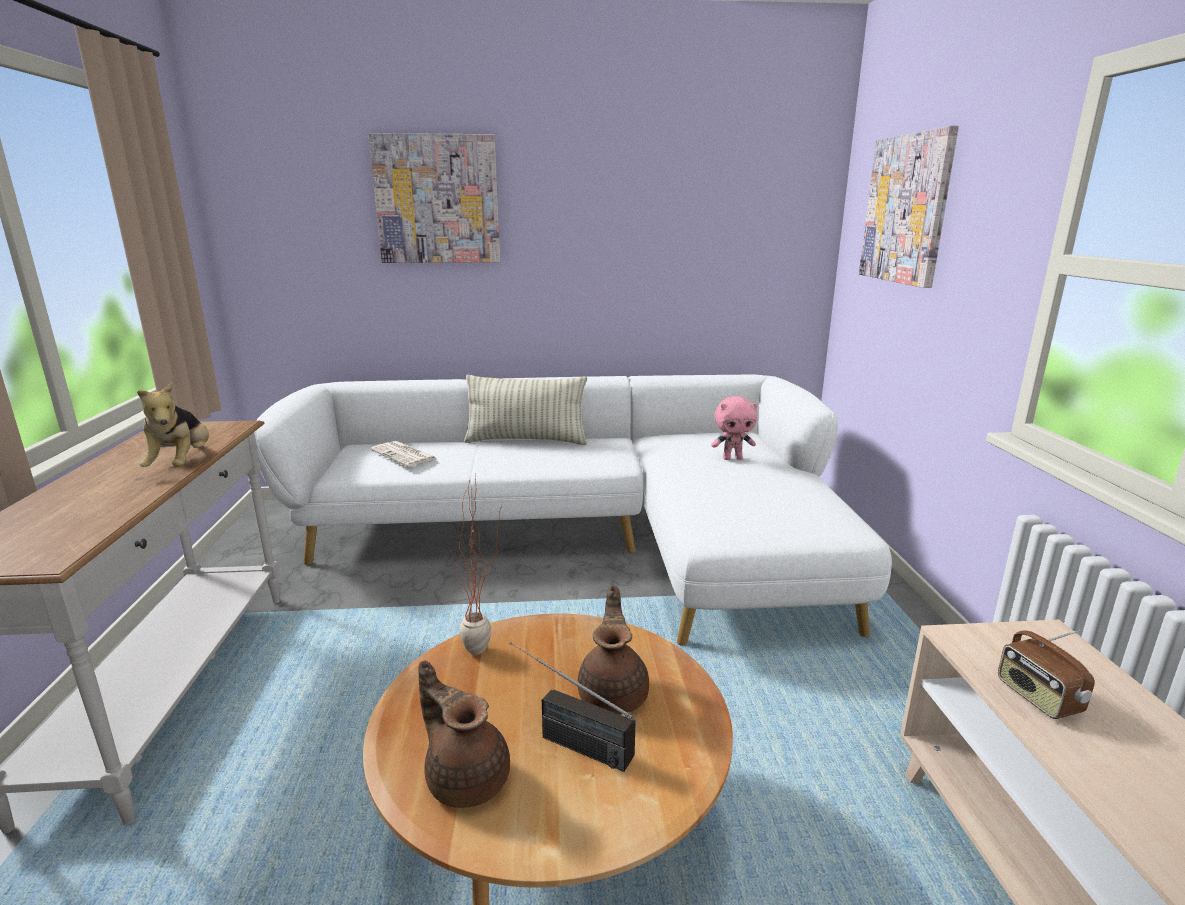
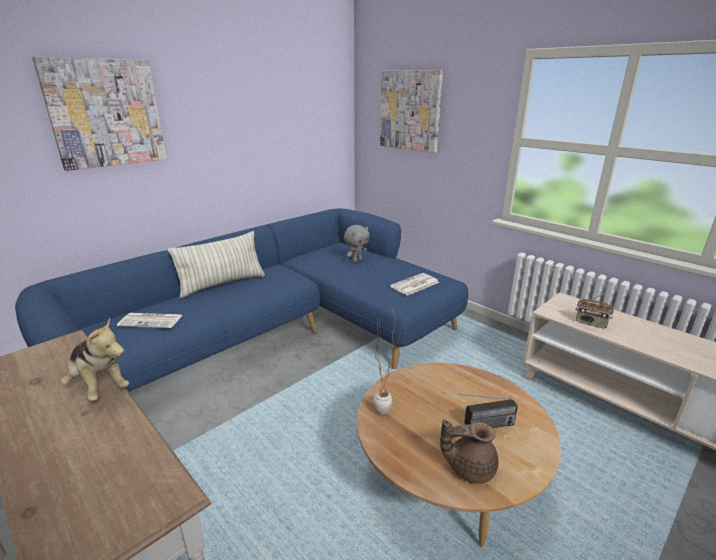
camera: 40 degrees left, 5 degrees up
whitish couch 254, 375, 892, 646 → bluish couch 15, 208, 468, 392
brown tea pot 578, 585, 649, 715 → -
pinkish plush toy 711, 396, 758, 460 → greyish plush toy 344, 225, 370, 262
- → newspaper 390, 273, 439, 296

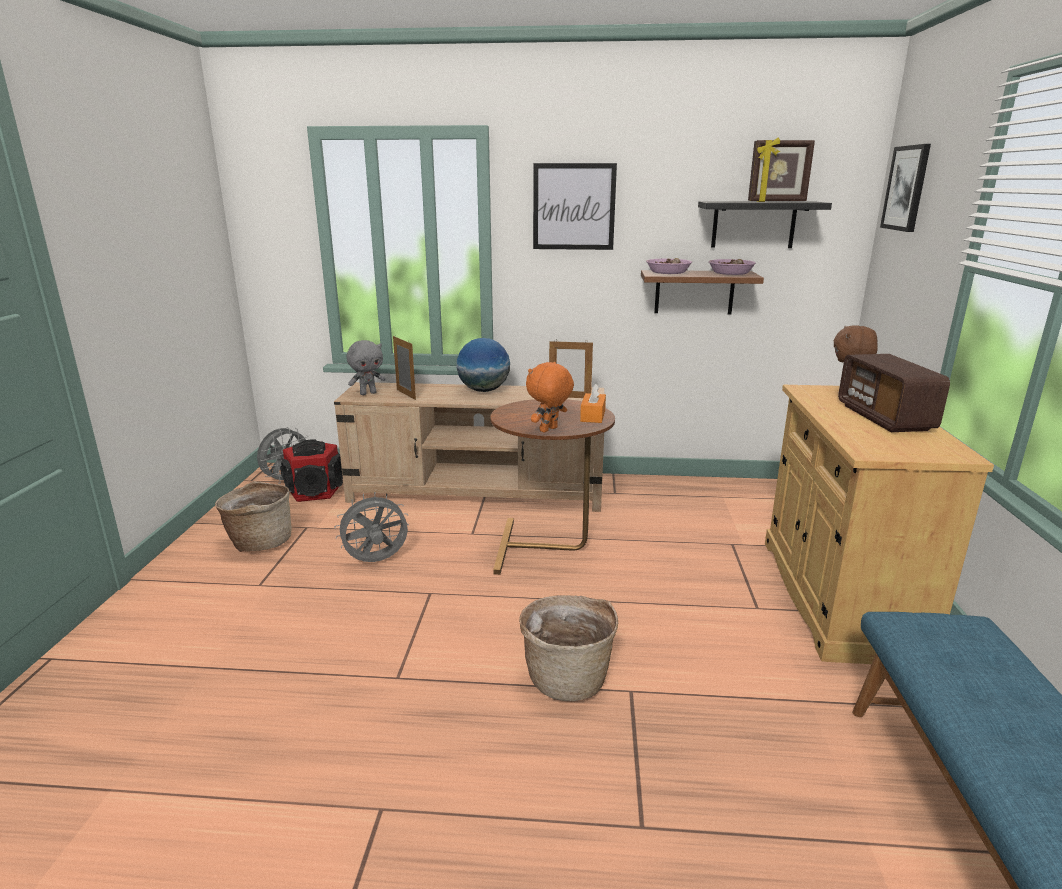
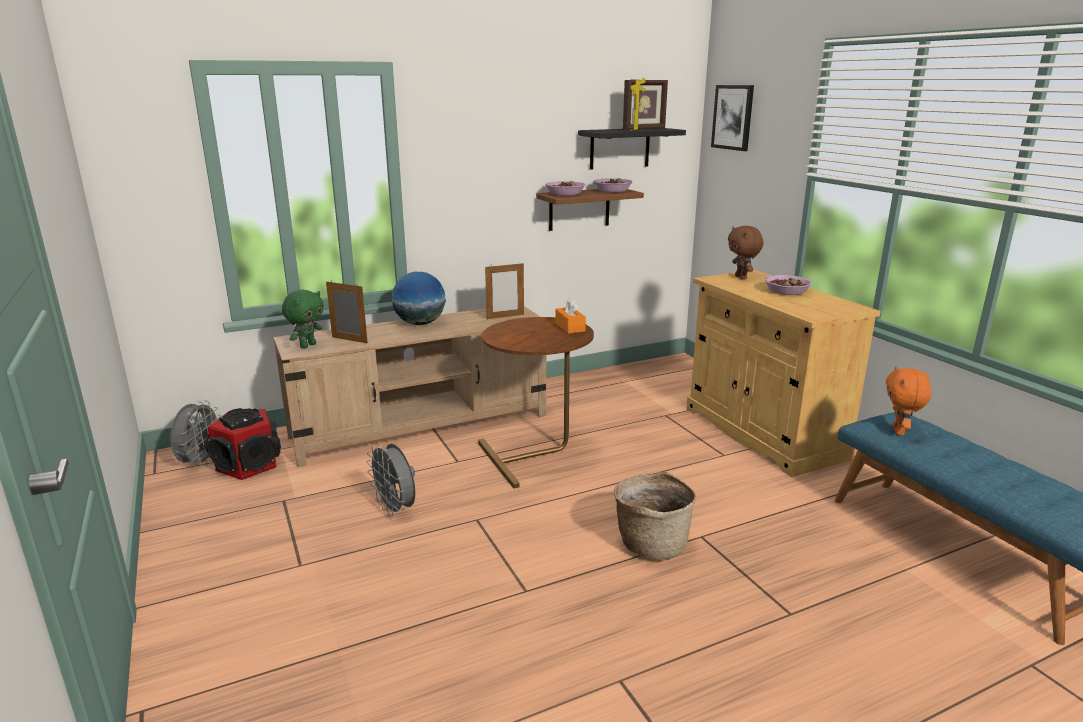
camera: 30 degrees left, 0 degrees up
storage basket 215, 481, 291, 552 → -
greyish electric fan 334, 492, 409, 562 → greyish electric fan 366, 443, 416, 517, 75 degrees counterclockwise
greyish plush toy 347, 340, 386, 395 → green-coloured plush toy 282, 290, 324, 349
orangey plush toy 526, 362, 574, 433 → orangey plush toy 886, 366, 931, 436, move
wall picture 533, 163, 617, 250 → -
radio set 838, 354, 950, 432 → bowl 765, 275, 812, 295

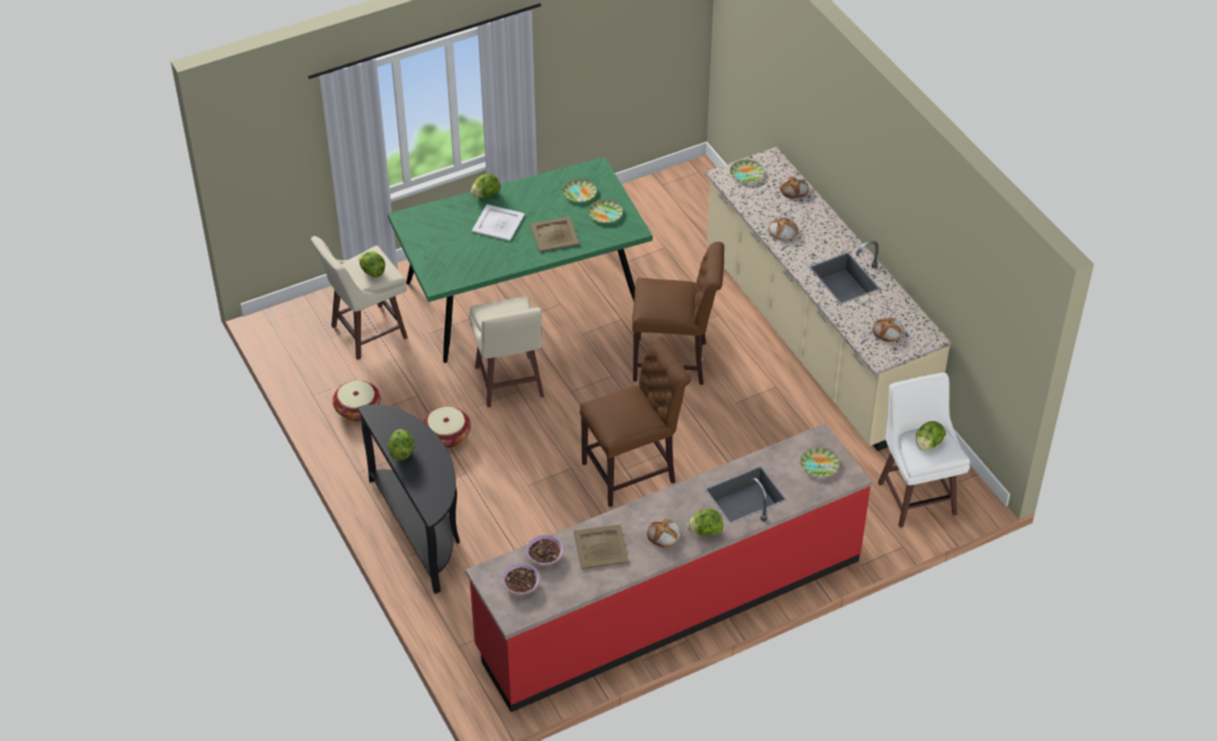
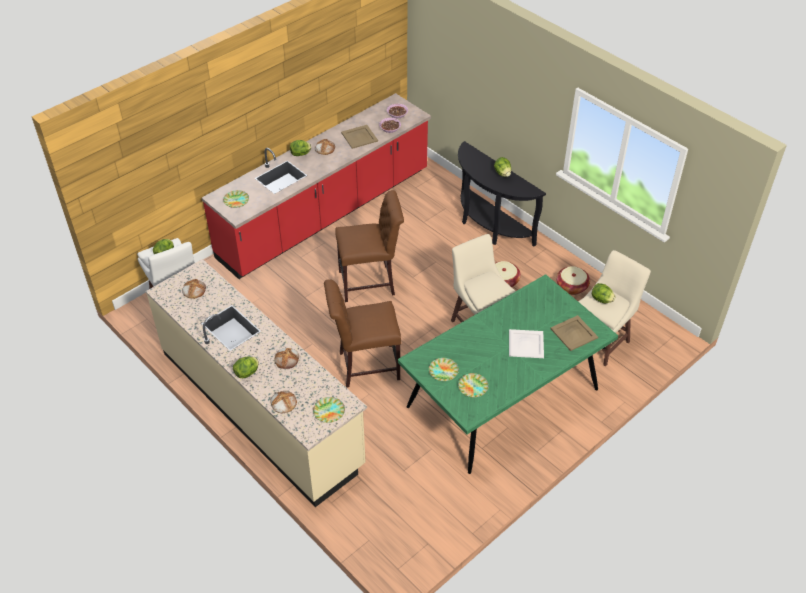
camera: 165 degrees right, 0 degrees up
lettuce head 471, 174, 501, 198 → lettuce head 233, 356, 259, 378, move
sand-coloured tray 530, 216, 580, 252 → sand-coloured tray 550, 315, 598, 351, move
brown upright chair 580, 337, 691, 507 → brown upright chair 335, 190, 404, 302, 150 degrees counterclockwise

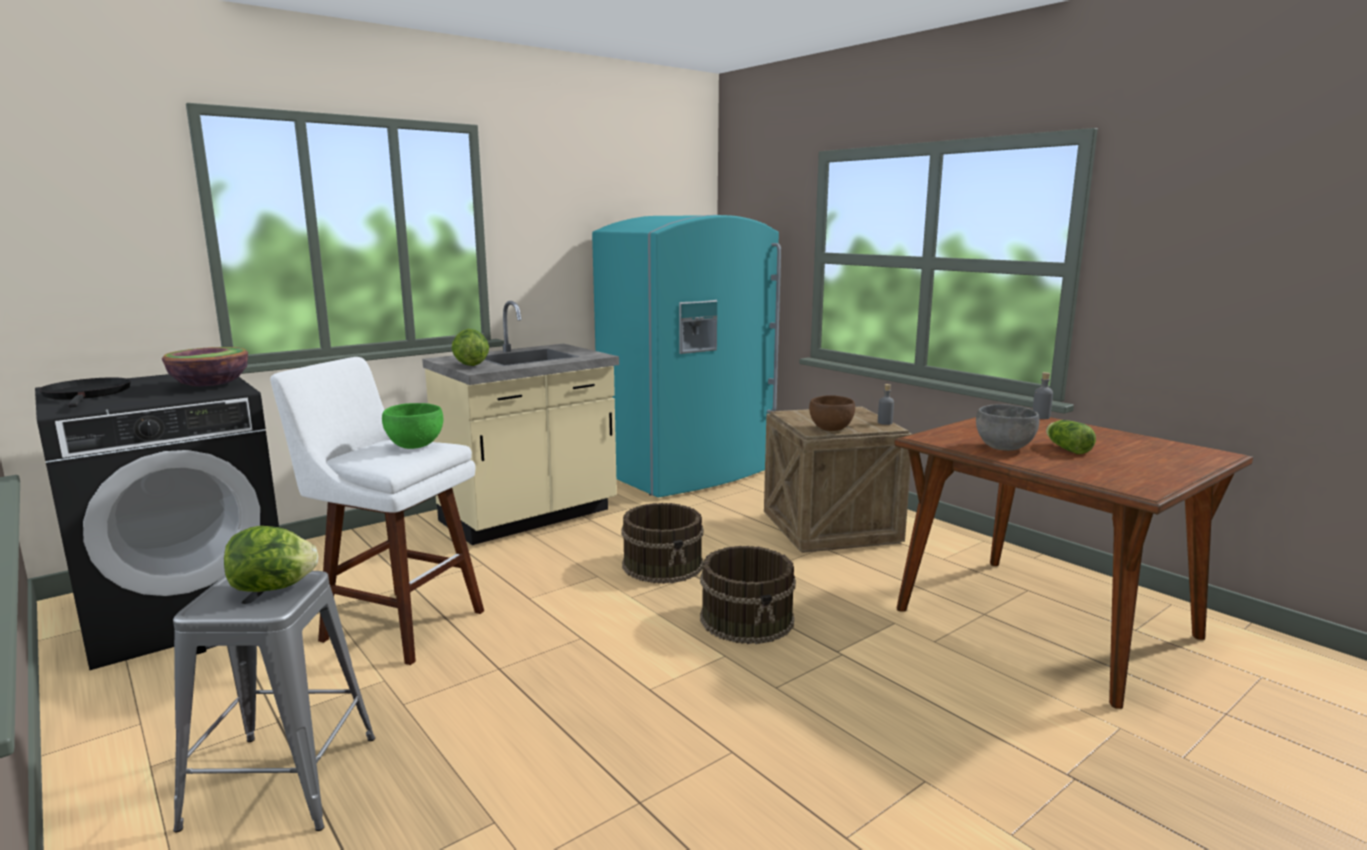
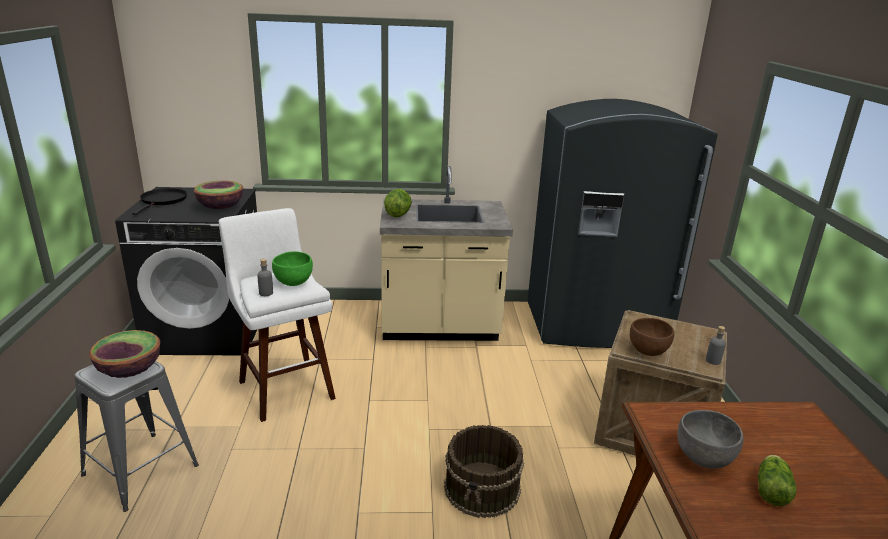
camera: 35 degrees right, 10 degrees up
lettuce head 224, 526, 318, 592 → bowl 89, 330, 160, 378
turquoise-coloured fridge 592, 215, 781, 497 → greyish fridge 528, 99, 718, 348
brown pail 621, 503, 704, 584 → -
greyish bottle 1032, 372, 1053, 419 → greyish bottle 257, 259, 273, 296, move

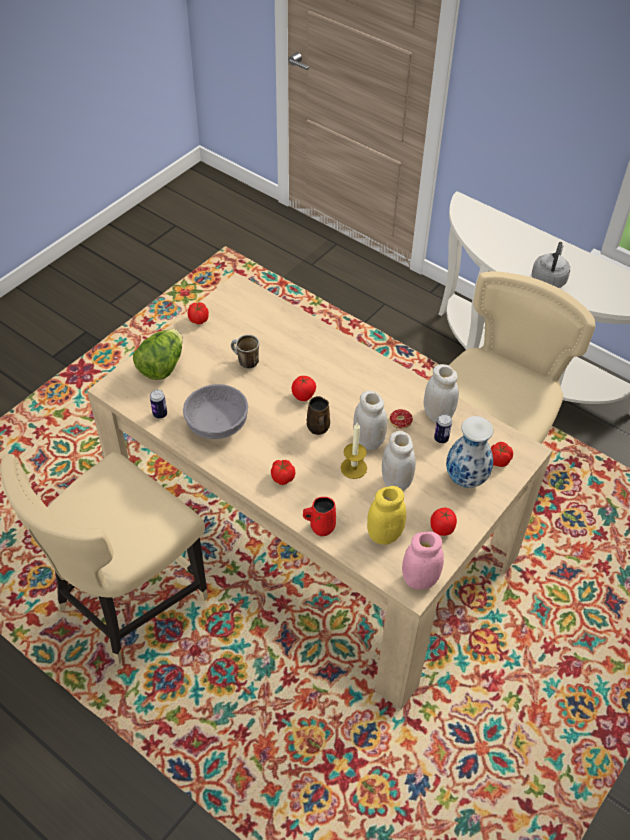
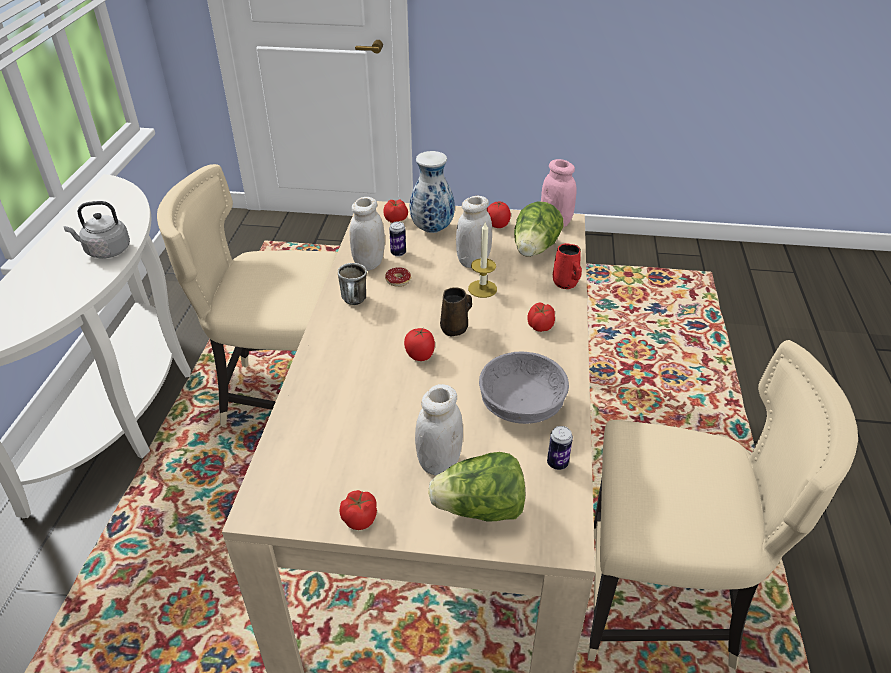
camera: 120 degrees left, 10 degrees down
coffee mug 231, 335, 259, 369 → coffee mug 338, 263, 367, 305, move
whitish storage jar 353, 391, 387, 450 → whitish storage jar 415, 384, 463, 475, move
yellow storage jar 367, 486, 406, 545 → lettuce head 514, 201, 563, 257

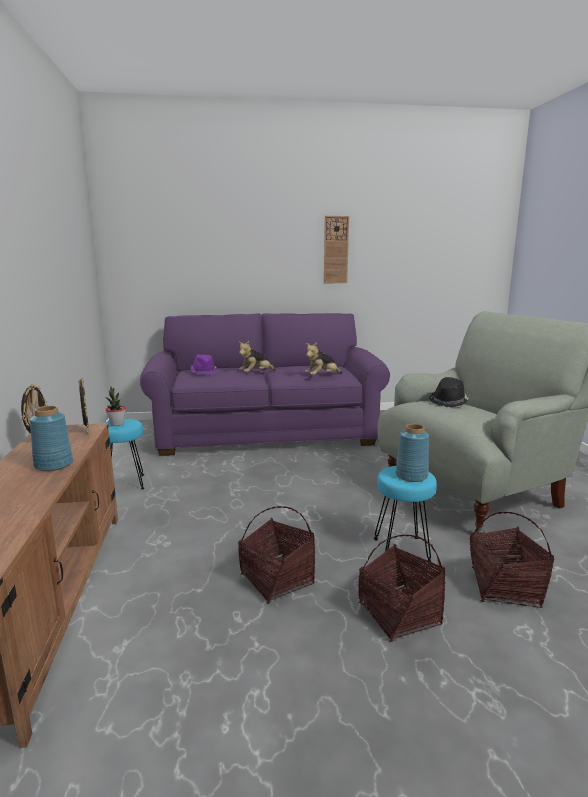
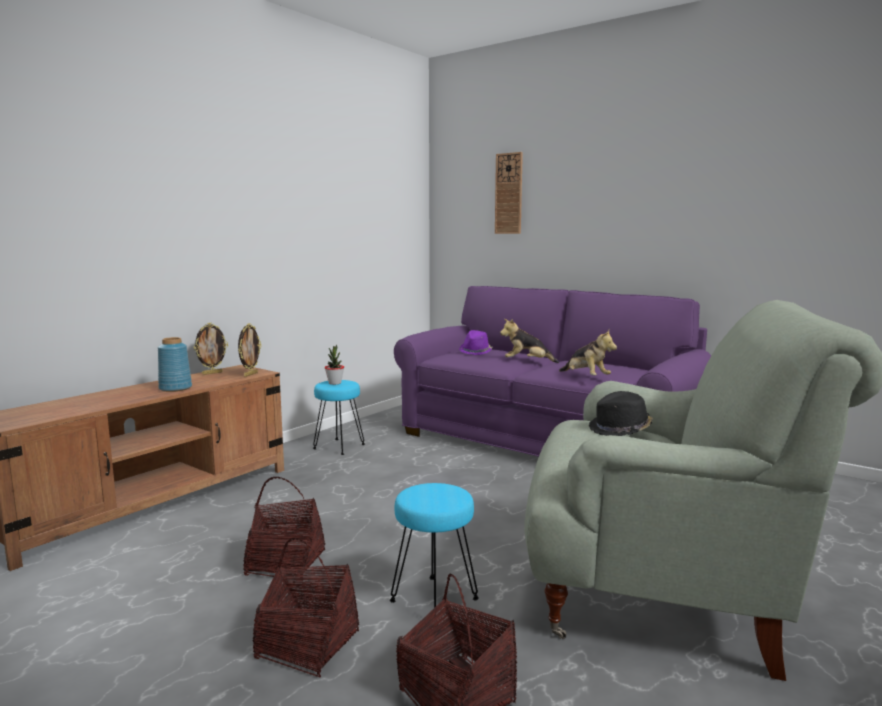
camera: 45 degrees right, 5 degrees down
plush toy 305, 342, 342, 375 → plush toy 559, 330, 617, 375, 135 degrees counterclockwise
clock on the wall 324, 216, 349, 283 → clock on the wall 495, 152, 523, 234, move
bluish flower vase 396, 424, 429, 482 → -

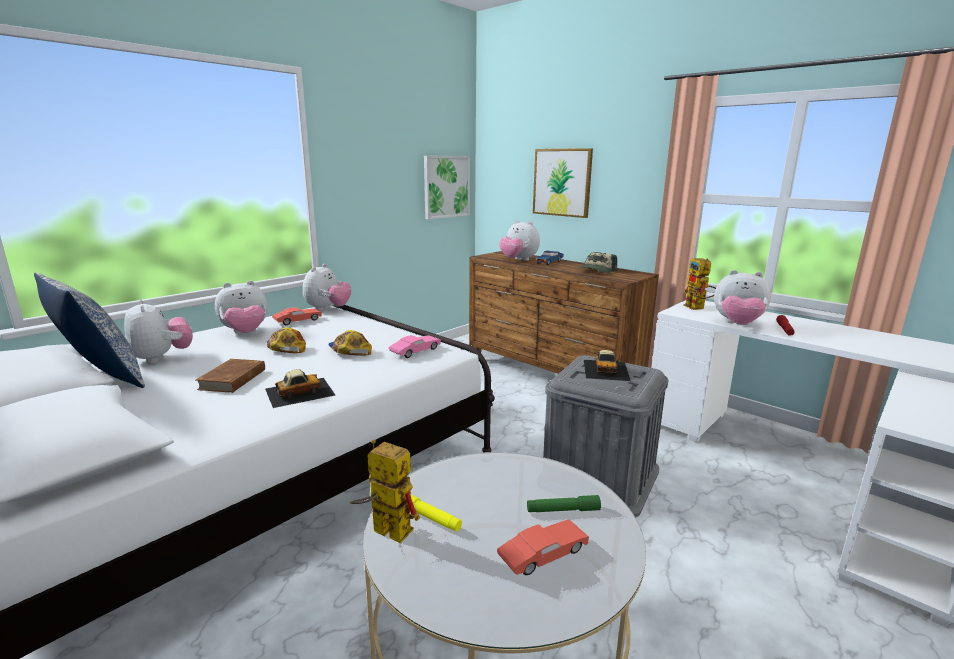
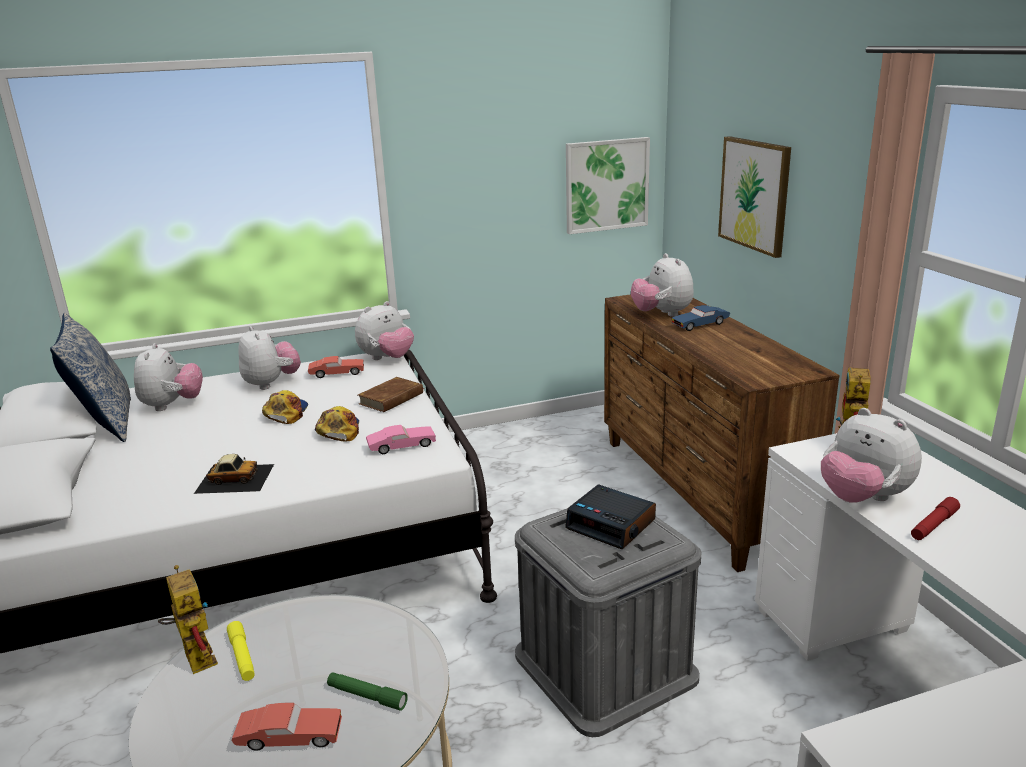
camera: 30 degrees right, 5 degrees up
brown bound book 196, 359, 265, 393 → brown bound book 358, 377, 424, 412, move
plush toy 215, 281, 268, 333 → plush toy 238, 326, 301, 390, 120 degrees counterclockwise
cap 579, 252, 618, 273 → -
toy car 584, 350, 631, 381 → alarm clock 565, 484, 656, 549

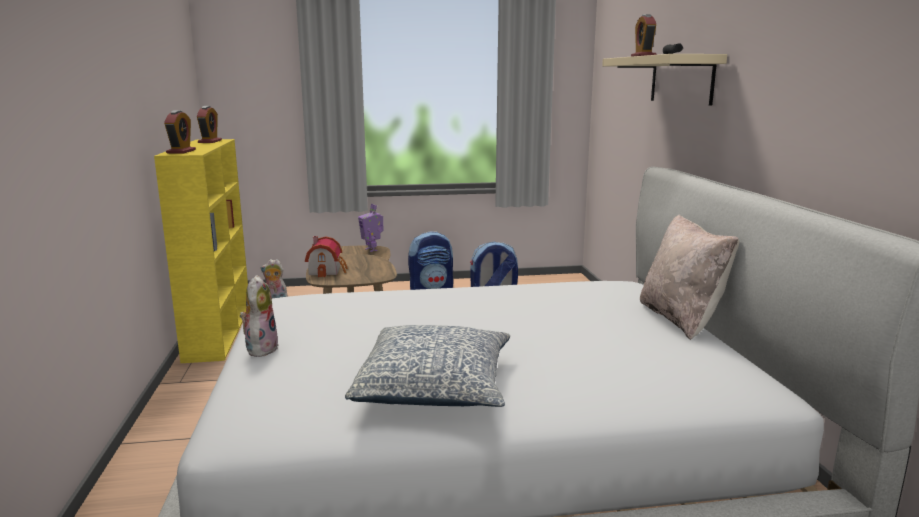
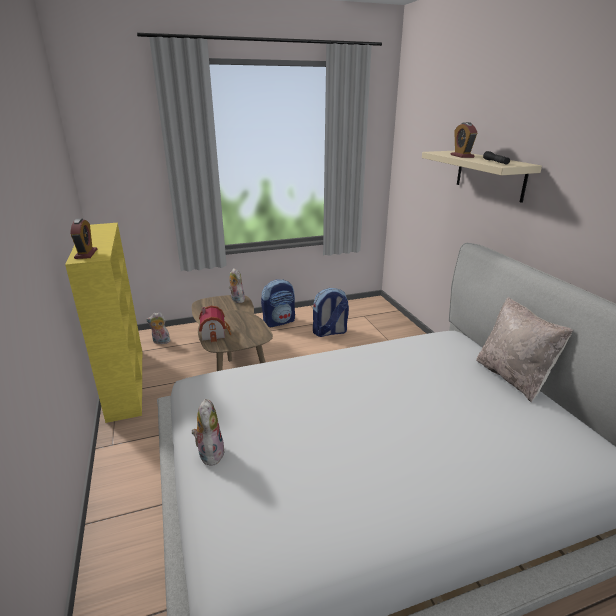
camera: 10 degrees left, 10 degrees up
alarm clock 197, 106, 222, 143 → -
cushion 345, 325, 510, 407 → -
toy robot 358, 204, 383, 252 → plush toy 229, 268, 245, 303

